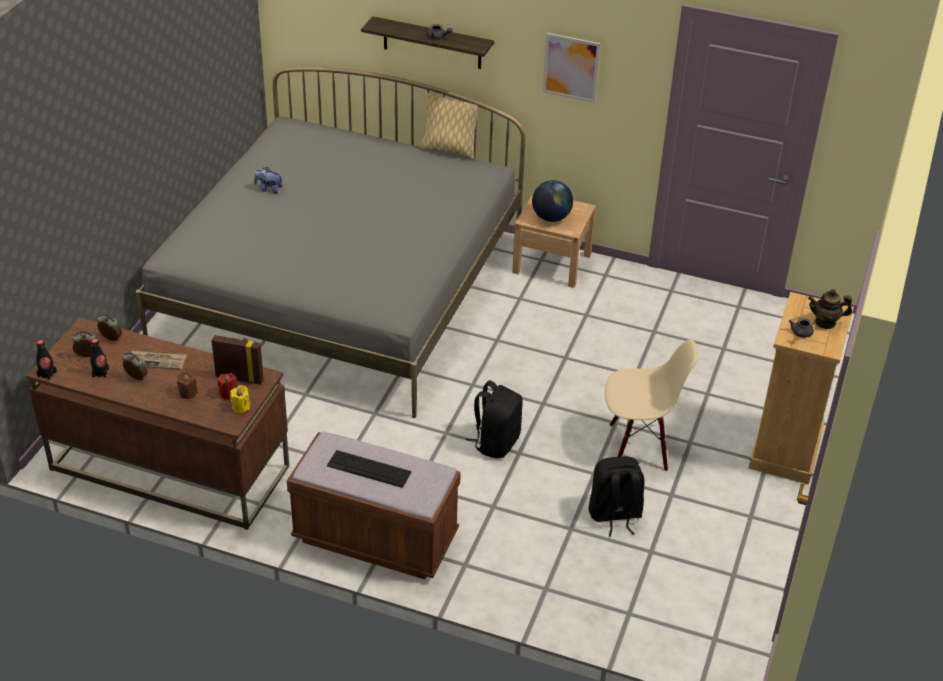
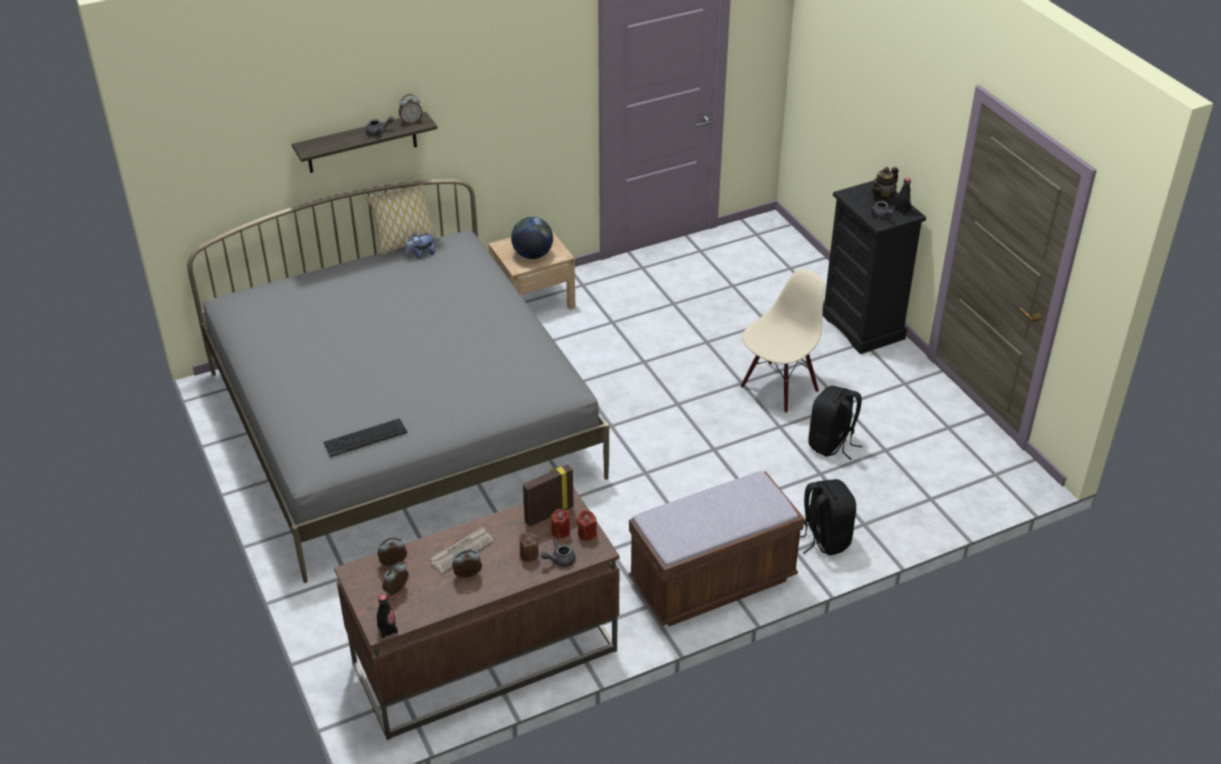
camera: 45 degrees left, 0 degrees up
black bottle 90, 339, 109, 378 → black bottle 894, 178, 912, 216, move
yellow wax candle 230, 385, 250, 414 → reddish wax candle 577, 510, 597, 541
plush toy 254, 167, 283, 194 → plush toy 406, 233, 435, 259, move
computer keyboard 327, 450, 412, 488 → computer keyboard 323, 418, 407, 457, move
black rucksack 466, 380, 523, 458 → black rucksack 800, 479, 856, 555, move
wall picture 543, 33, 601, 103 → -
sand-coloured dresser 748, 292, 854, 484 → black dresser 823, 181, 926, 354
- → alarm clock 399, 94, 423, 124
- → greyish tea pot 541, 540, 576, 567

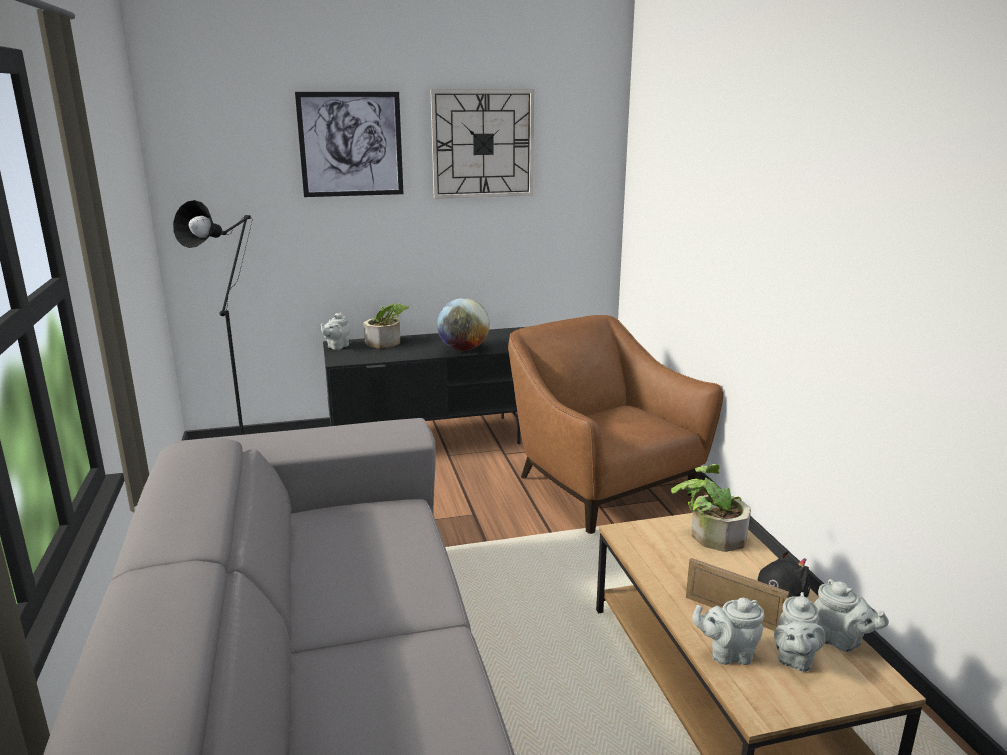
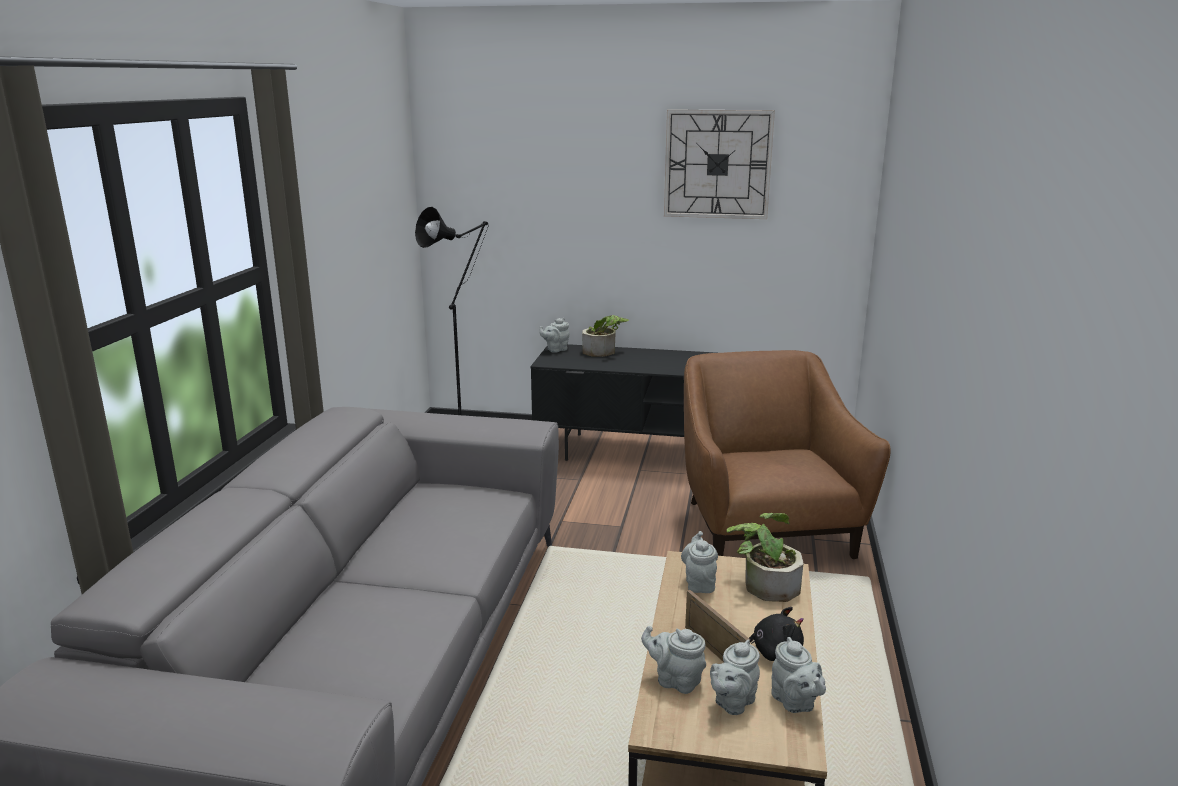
camera: 25 degrees right, 0 degrees up
wall picture 295, 92, 404, 197 → -
globe 437, 298, 490, 351 → -
- → greyish tea pot 681, 531, 718, 593

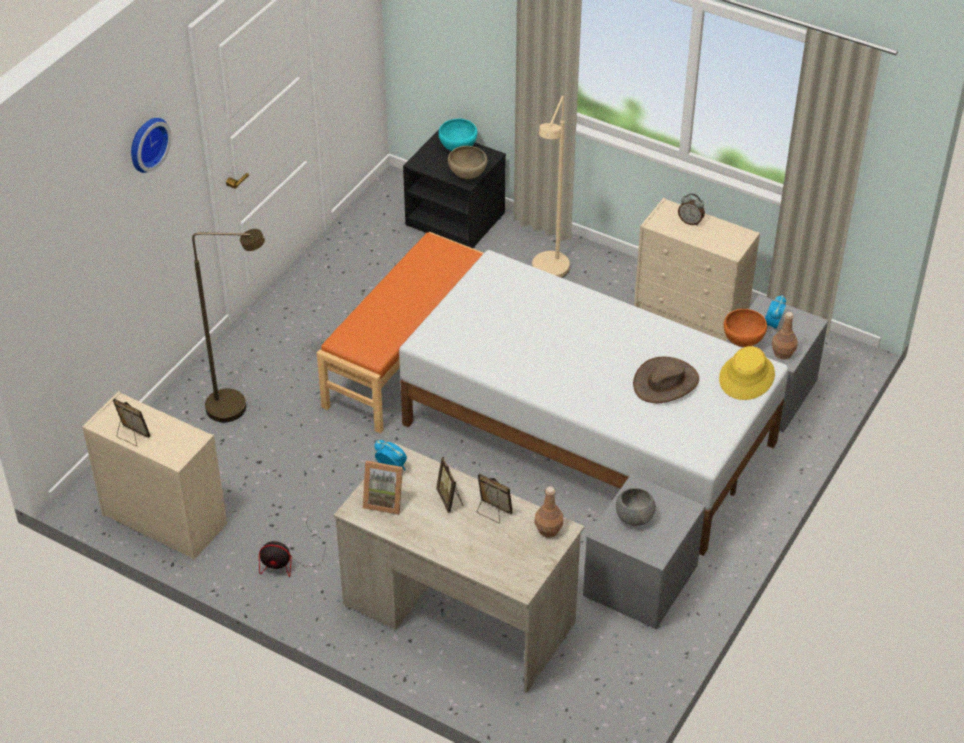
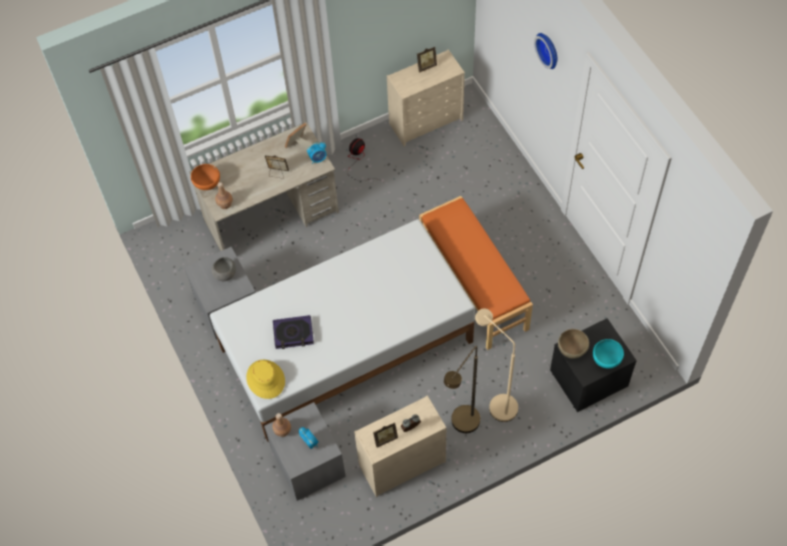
camera: 125 degrees right, 15 degrees up
brown floor lamp 192, 229, 265, 422 → brown floor lamp 444, 346, 480, 433, move
photo frame 477, 474, 513, 523 → photo frame 373, 423, 398, 448, move
brown clothing hat 633, 356, 699, 403 → bound book 273, 315, 314, 349
orangey bowl 723, 309, 767, 347 → orangey bowl 191, 164, 220, 190, move

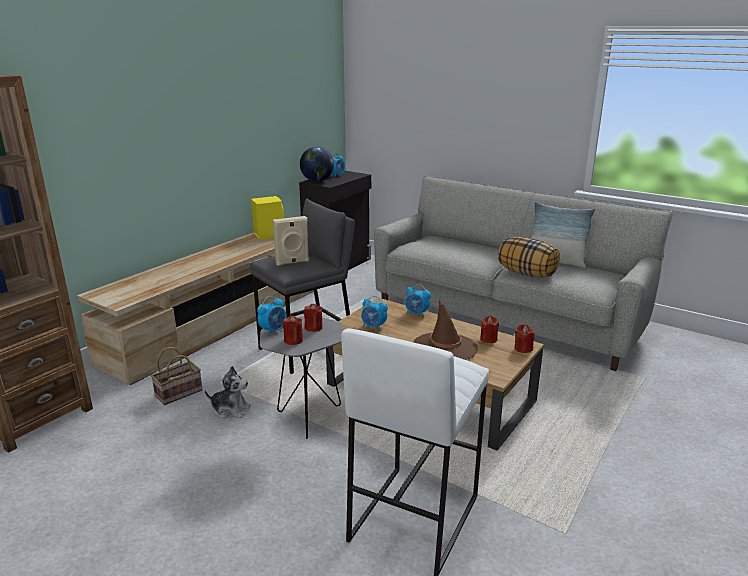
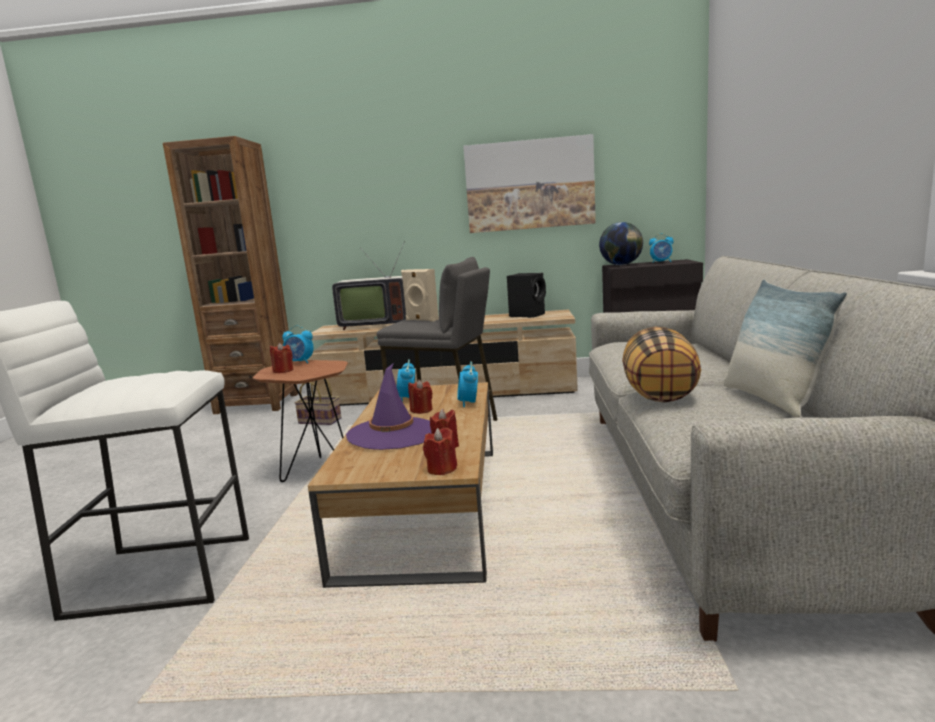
camera: 60 degrees right, 10 degrees down
plush toy 205, 366, 251, 419 → -
yellow audio speaker 251, 196, 284, 240 → black audio speaker 507, 273, 546, 318
greyish side table 260, 316, 343, 439 → brown side table 253, 360, 348, 482
reddish wax candle 304, 304, 323, 332 → reddish wax candle 408, 379, 432, 414, move
brown clothing hat 413, 300, 478, 360 → purplish clothing hat 346, 363, 431, 450
- → TV 332, 241, 406, 330
- → wall picture 463, 134, 596, 233

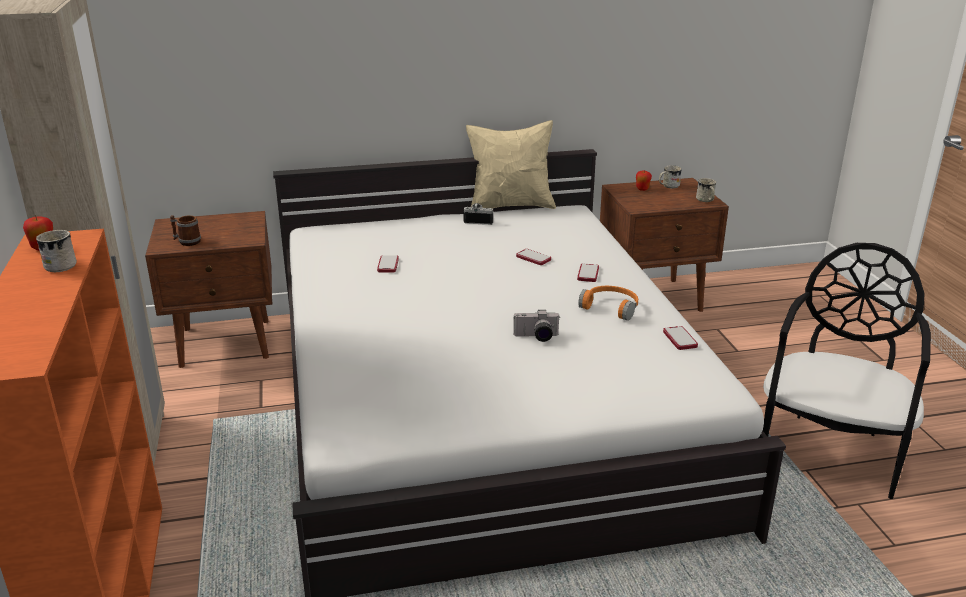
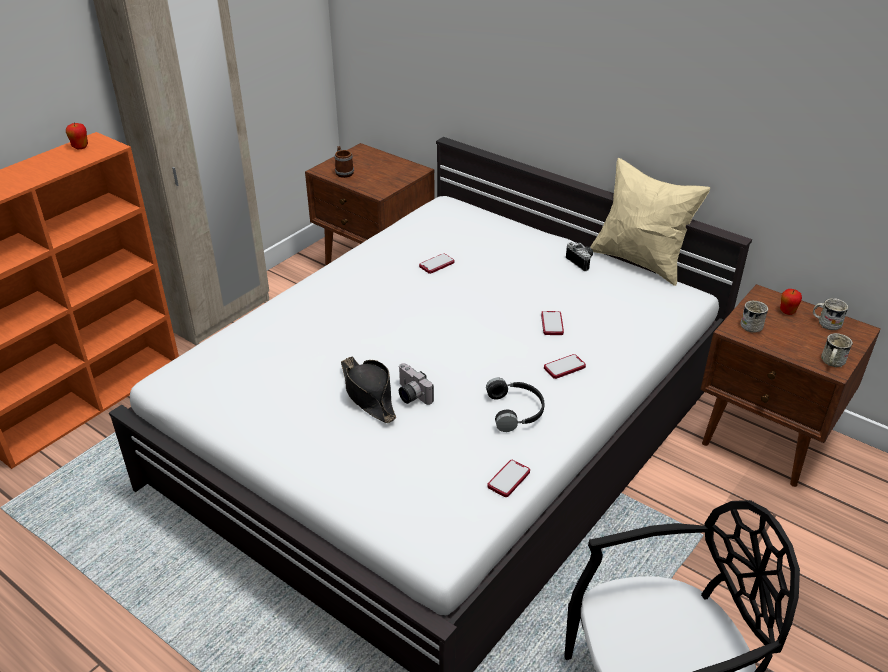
camera: 50 degrees right, 10 degrees up
whitish coffee mug 36, 230, 77, 272 → whitish coffee mug 740, 301, 768, 333, move
orangey headphones 578, 286, 638, 321 → black headphones 486, 377, 545, 432
- → black clothing hat 341, 357, 396, 423

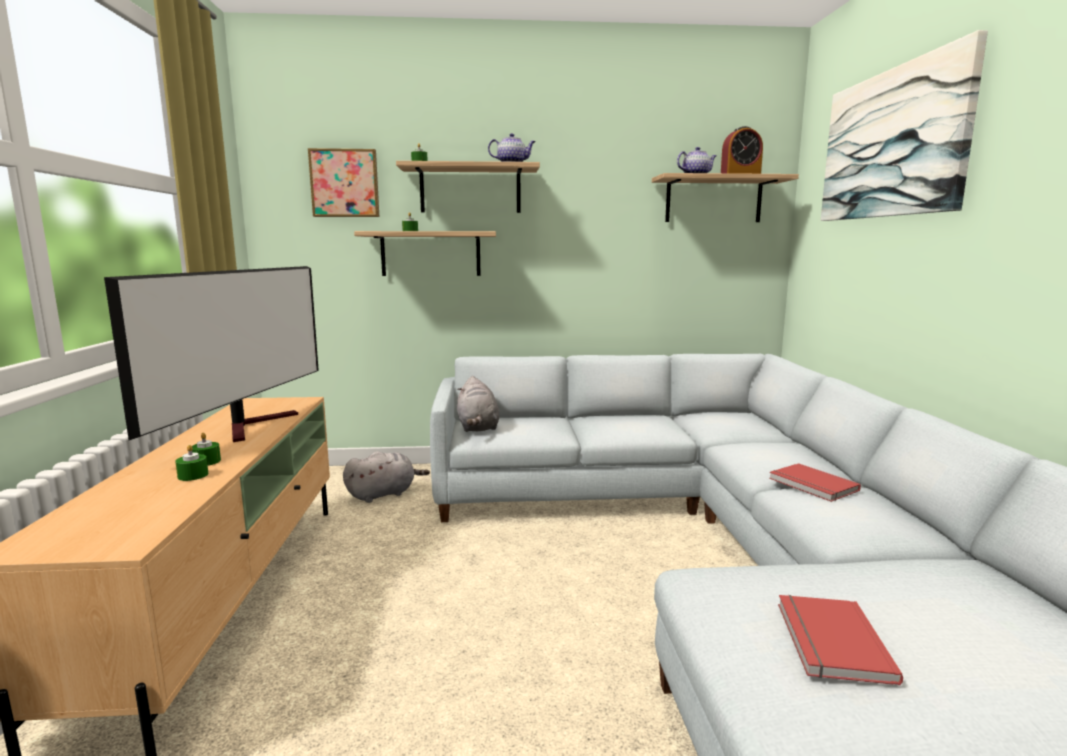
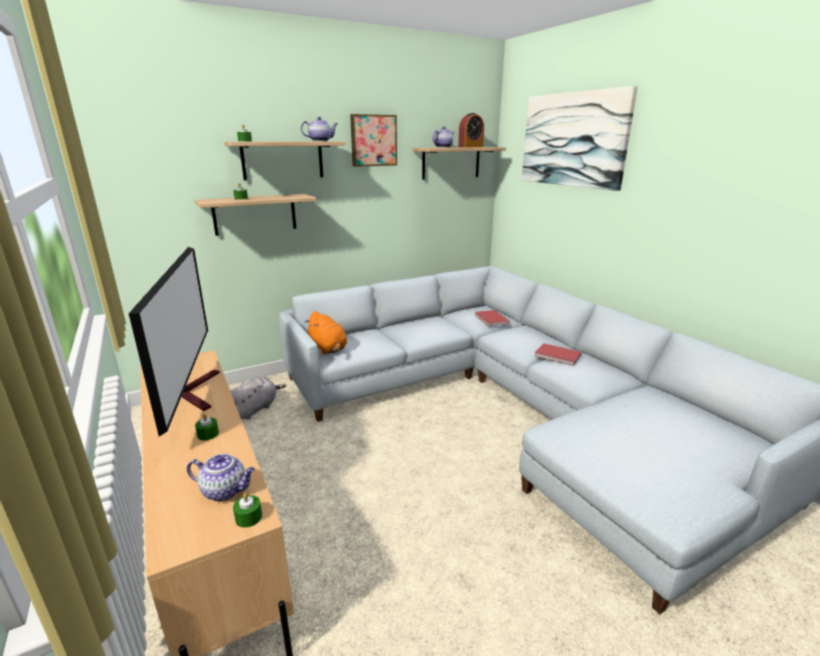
camera: 25 degrees left, 10 degrees up
green-coloured wax candle 175, 445, 209, 481 → green-coloured wax candle 233, 493, 262, 528, move
wall picture 308, 148, 379, 217 → wall picture 350, 114, 397, 167, move
greyish plush toy 457, 376, 500, 432 → orangey plush toy 305, 311, 347, 355
reddish bound book 778, 595, 903, 686 → reddish bound book 475, 310, 510, 326, move
- → tea pot 187, 454, 255, 501

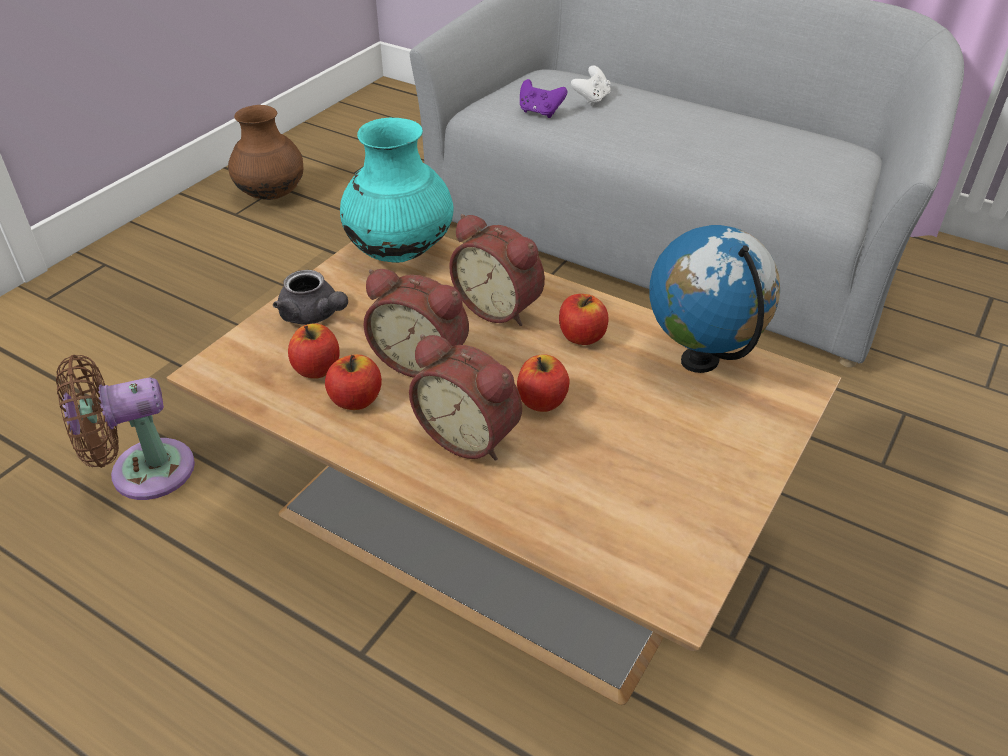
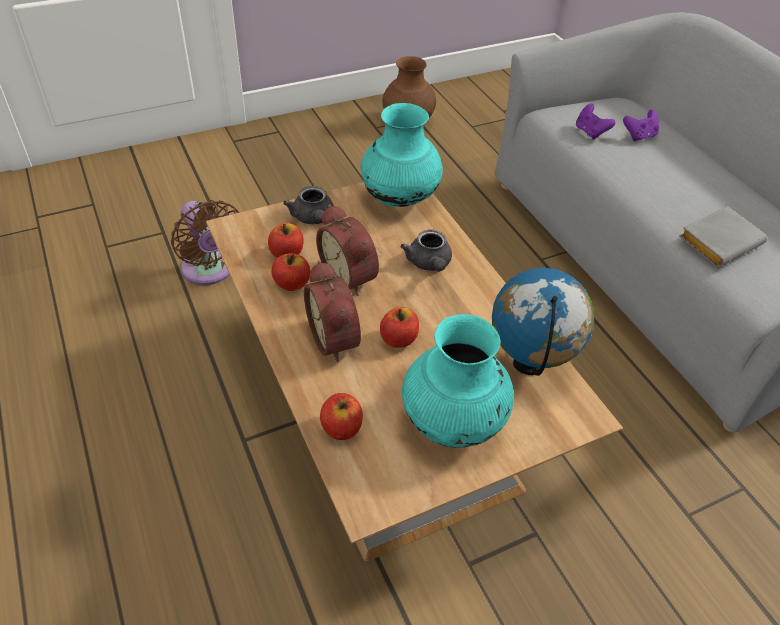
camera: 30 degrees right, 5 degrees up
brown electric fan 56, 355, 195, 500 → brown electric fan 171, 200, 239, 285, 135 degrees counterclockwise
alarm clock 449, 214, 545, 326 → greyish tea pot 401, 230, 452, 271
whole apple 559, 294, 609, 345 → whole apple 320, 393, 363, 440, move
whitish gamepad 571, 65, 610, 106 → purplish gamepad 623, 109, 659, 141
- → turquoise-coloured flower vase 402, 314, 514, 448
- → greyish bound book 679, 206, 767, 267

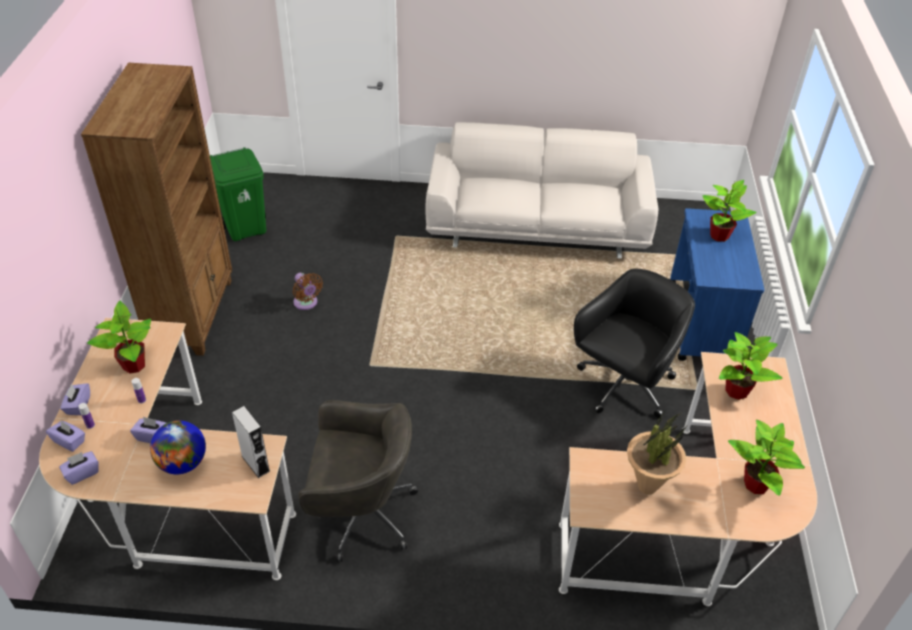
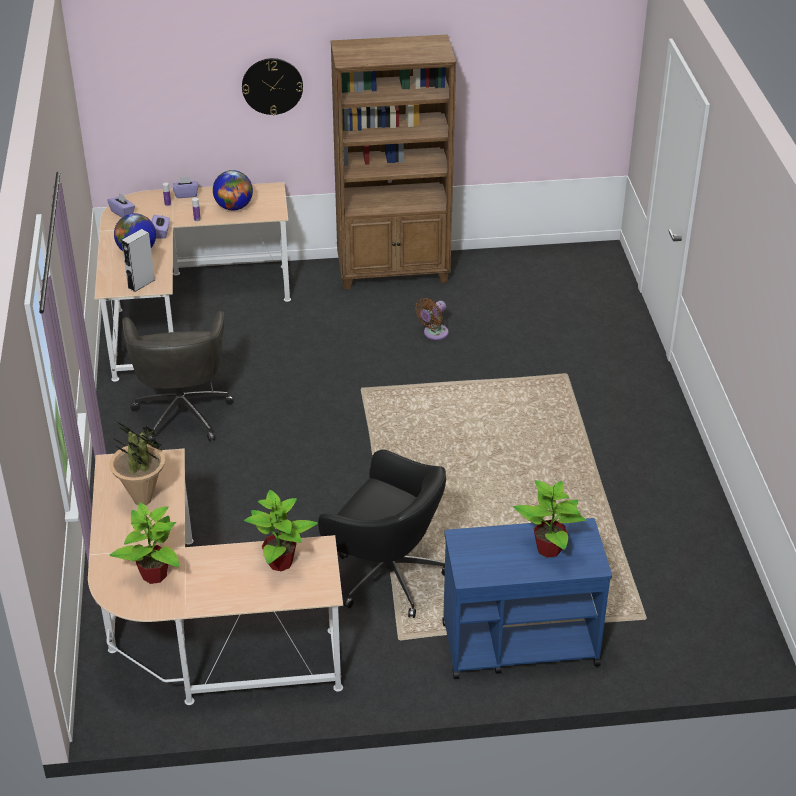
camera: 80 degrees right, 5 degrees down
purplish box of tissues 46, 421, 85, 452 → -
plant in a pot 87, 301, 151, 374 → globe 213, 170, 253, 210
green-coloured rubbish bin 210, 147, 266, 241 → -
whitish couch 425, 122, 659, 259 → -
- → clock on the wall 242, 58, 303, 115

